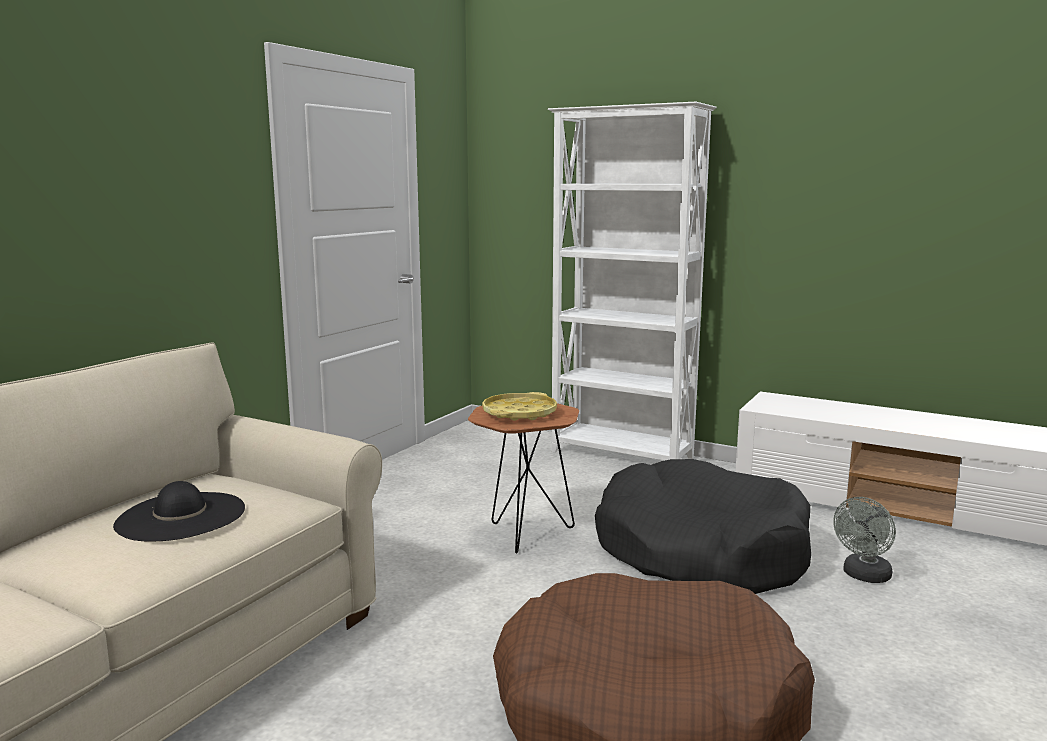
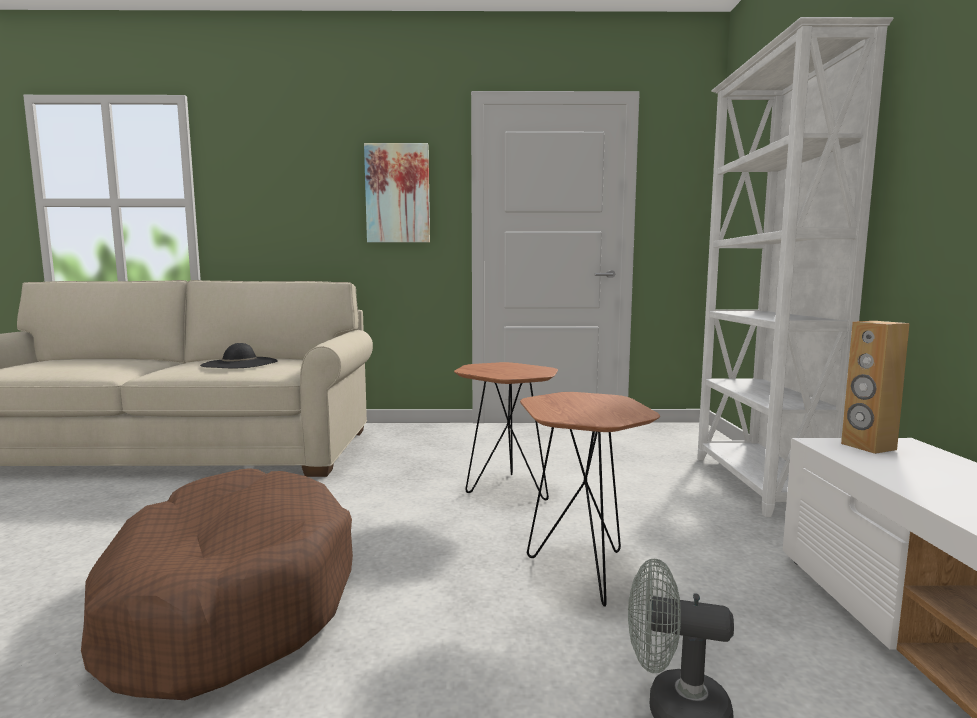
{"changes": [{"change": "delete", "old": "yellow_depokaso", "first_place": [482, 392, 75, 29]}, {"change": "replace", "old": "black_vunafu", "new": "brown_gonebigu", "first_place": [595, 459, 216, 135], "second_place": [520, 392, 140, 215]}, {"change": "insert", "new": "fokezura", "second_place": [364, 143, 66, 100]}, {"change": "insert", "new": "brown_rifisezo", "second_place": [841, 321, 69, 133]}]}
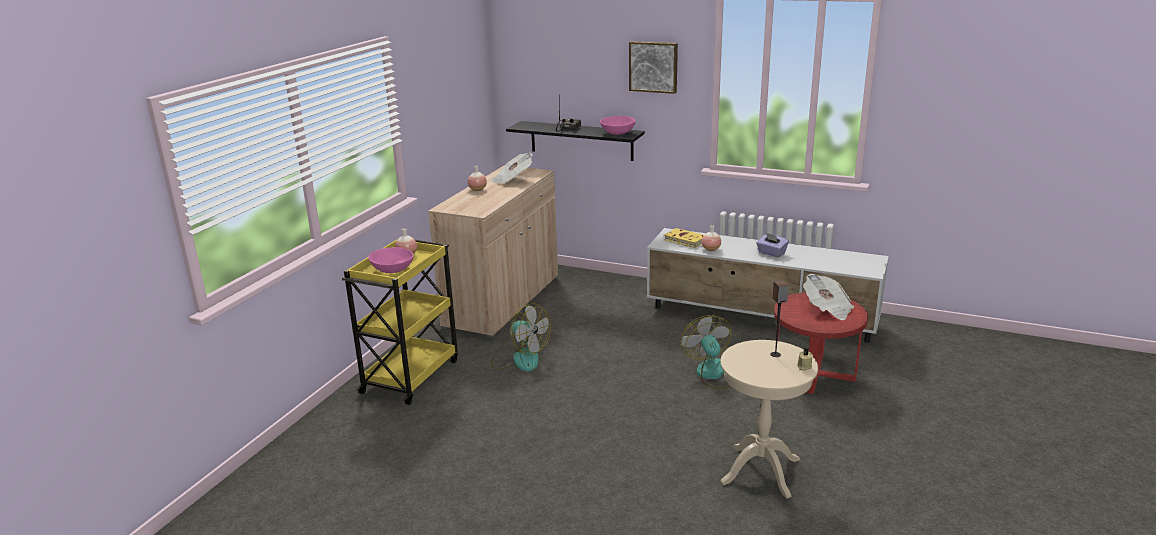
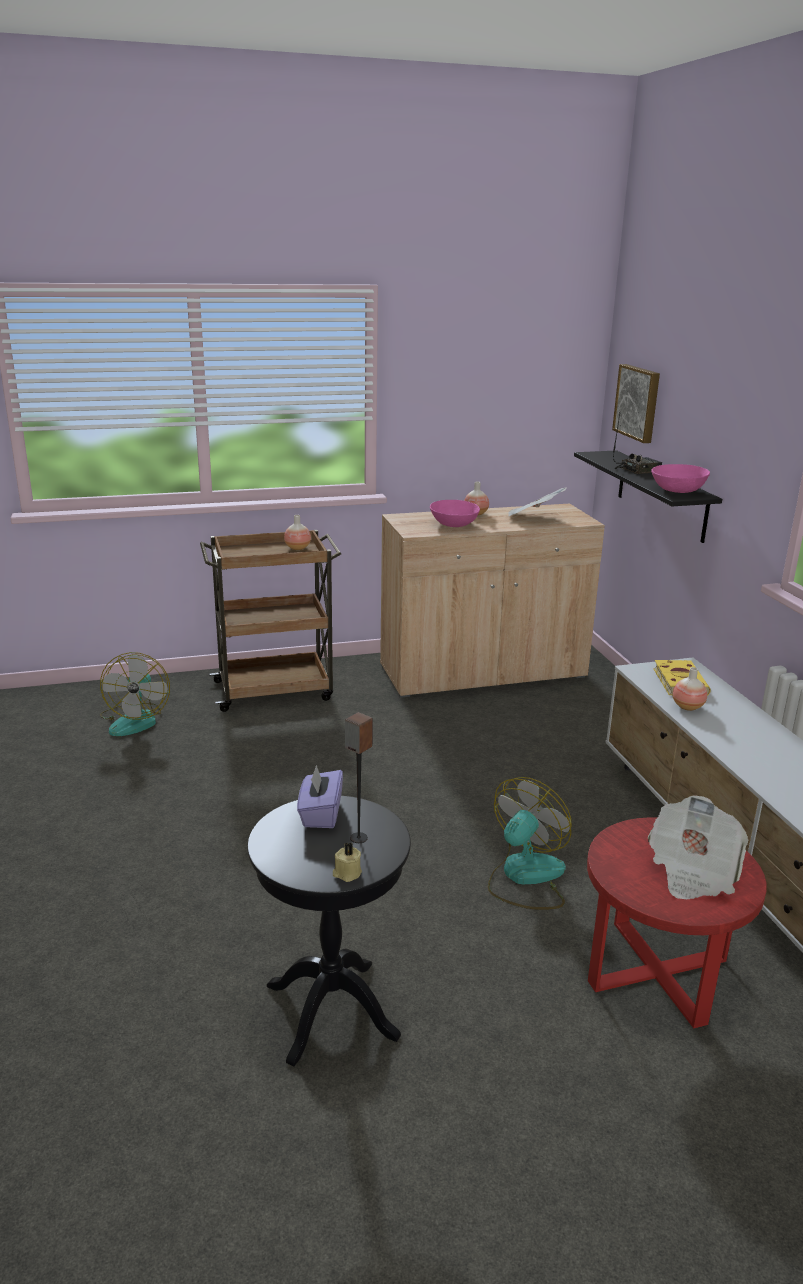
{"changes": [{"change": "move", "old": "fokezura", "first_place": [629, 41, 49, 53], "second_place": [612, 364, 48, 79]}, {"change": "move", "old": "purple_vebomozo", "first_place": [756, 233, 33, 24], "second_place": [297, 765, 46, 63]}, {"change": "recolor", "old": "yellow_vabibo", "new": "brown_vabibo", "first_place": [342, 238, 116, 167], "second_place": [200, 530, 141, 182]}, {"change": "move", "old": "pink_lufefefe", "first_place": [368, 247, 46, 26], "second_place": [430, 500, 50, 27]}, {"change": "move", "old": "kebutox", "first_place": [491, 303, 60, 68], "second_place": [100, 652, 70, 84]}, {"change": "recolor", "old": "beige_gonebigu", "new": "black_gonebigu", "first_place": [720, 340, 98, 159], "second_place": [247, 796, 164, 271]}]}
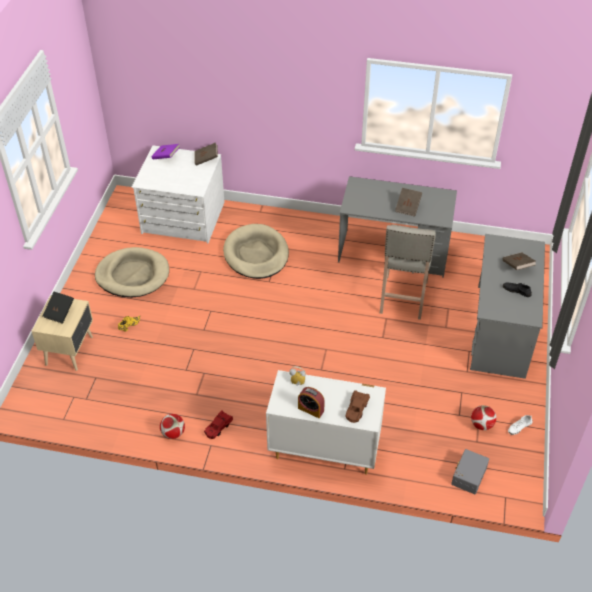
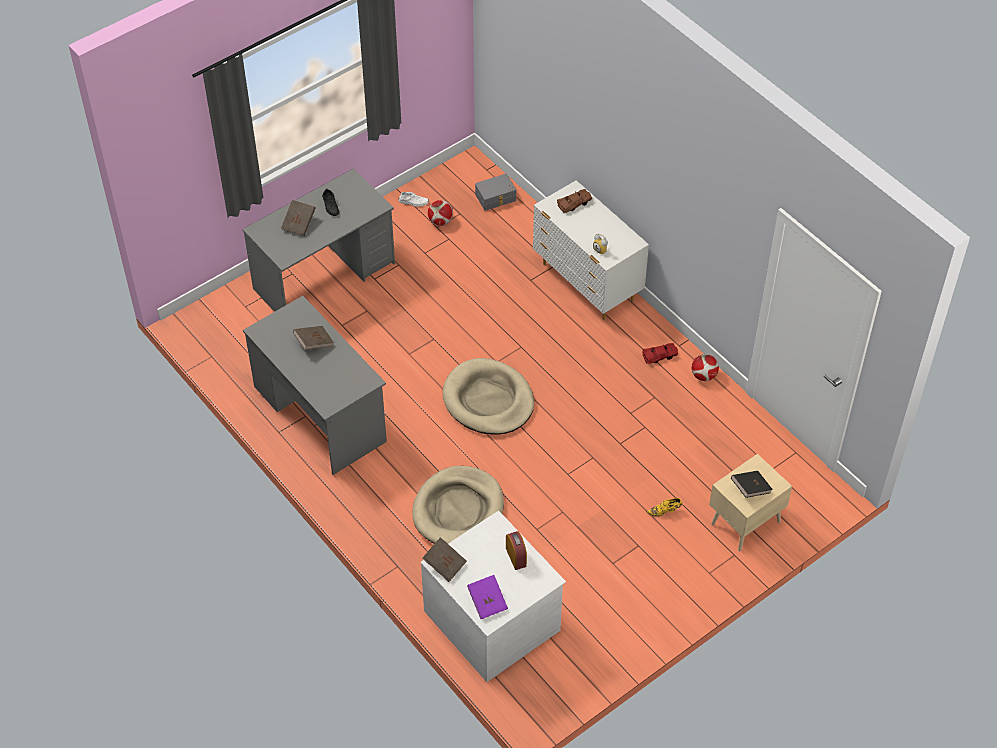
{"changes": [{"change": "delete", "old": "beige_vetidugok", "first_place": [380, 225, 56, 95]}, {"change": "move", "old": "beige_vunafu", "first_place": [95, 247, 74, 50], "second_place": [443, 358, 91, 76]}, {"change": "move", "old": "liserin", "first_place": [298, 387, 27, 31], "second_place": [506, 531, 21, 39]}]}
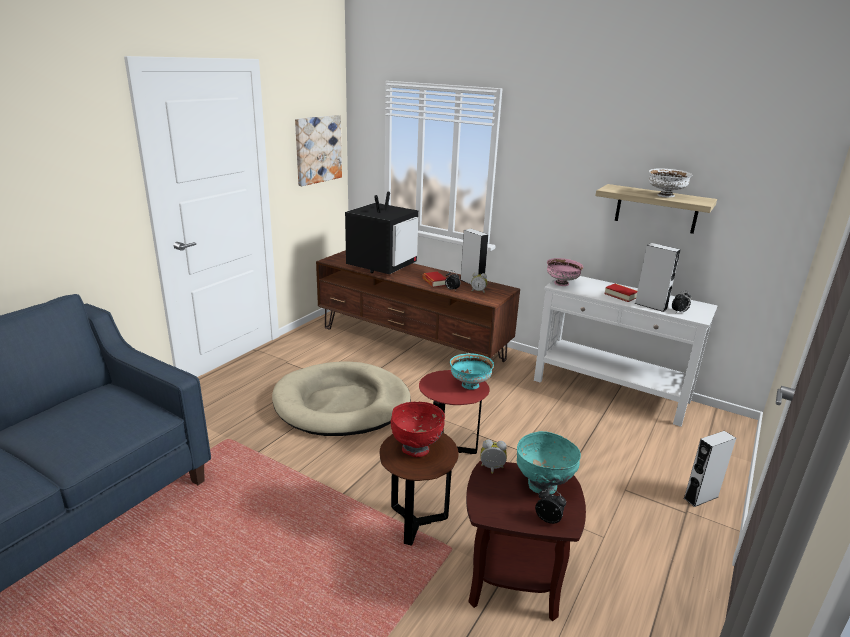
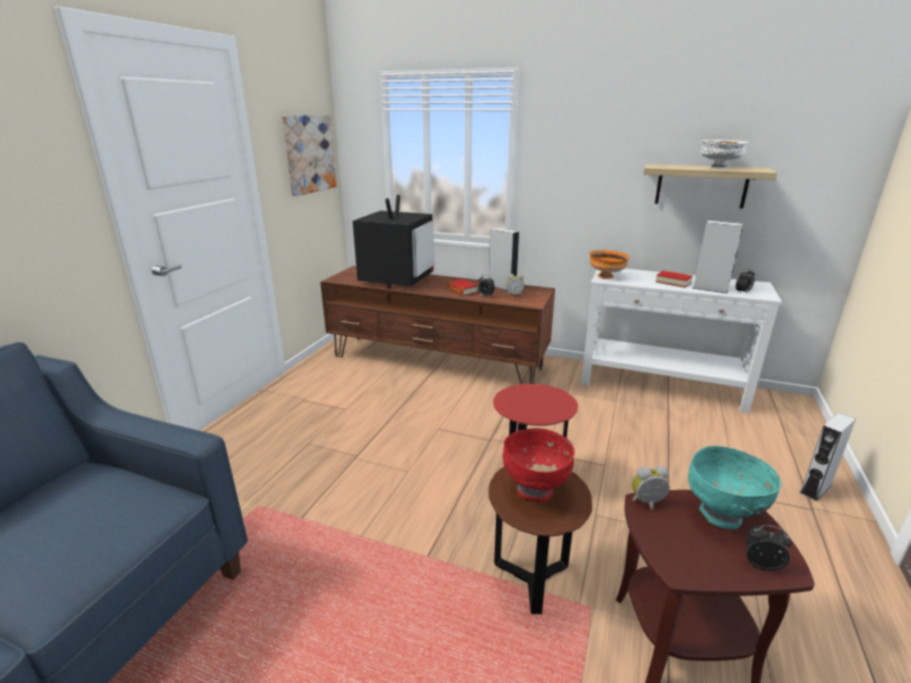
{"changes": [{"change": "recolor", "old": "pink_lufefefe", "new": "orange_lufefefe", "first_place": [547, 258, 37, 28], "second_place": [589, 250, 41, 29]}, {"change": "delete", "old": "turquoise_lufefefe", "first_place": [450, 353, 44, 37]}, {"change": "delete", "old": "beige_vunafu", "first_place": [272, 361, 139, 75]}]}
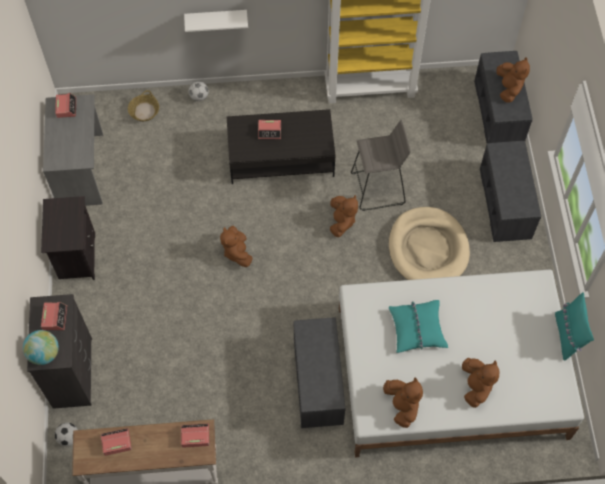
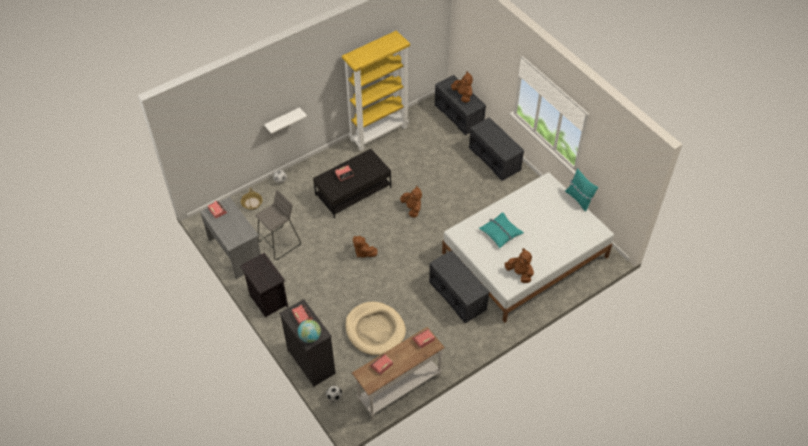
{"changes": [{"change": "move", "old": "grey_vetidugok", "first_place": [351, 120, 60, 91], "second_place": [255, 190, 46, 70]}, {"change": "move", "old": "beige_vunafu", "first_place": [389, 207, 81, 73], "second_place": [345, 302, 61, 54]}, {"change": "delete", "old": "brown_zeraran", "first_place": [462, 358, 37, 50]}]}
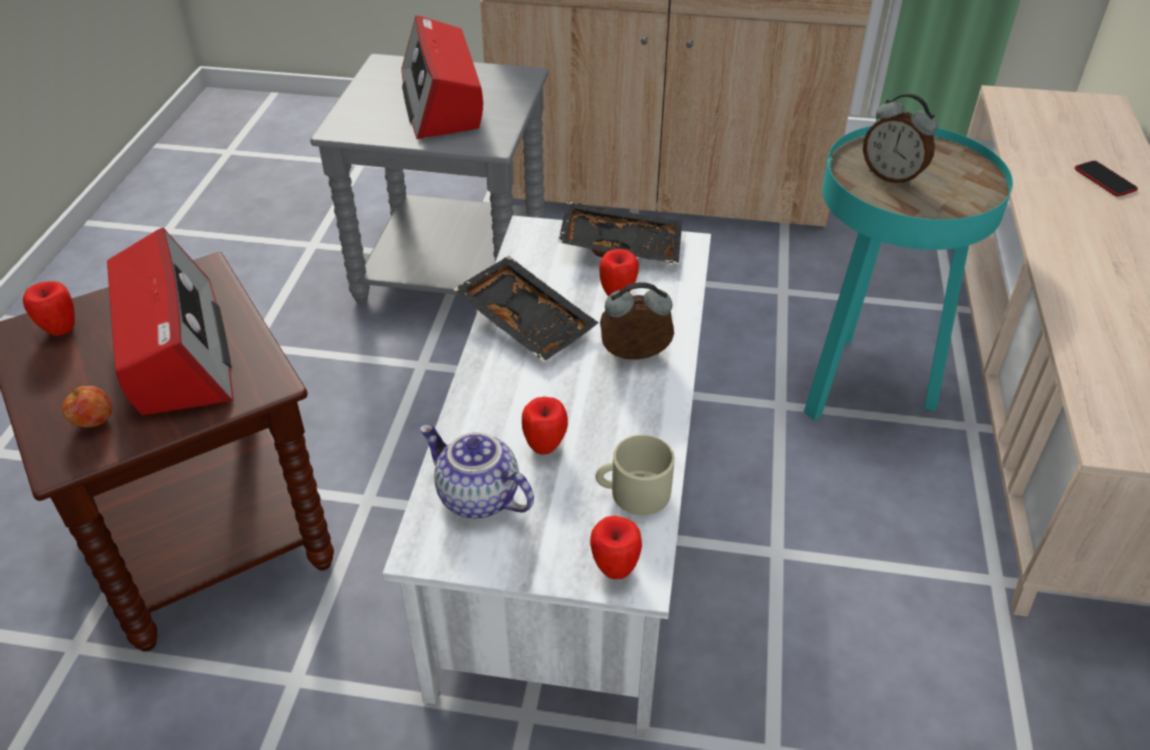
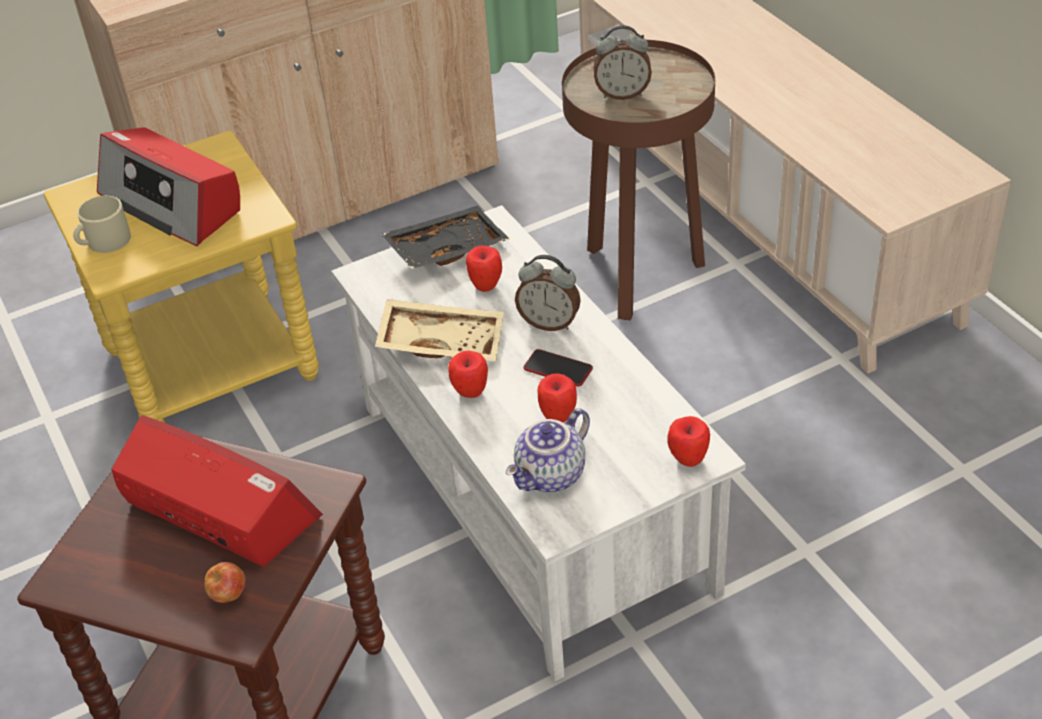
{"changes": [{"change": "recolor", "old": "grey_gonebigu", "new": "yellow_gonebigu", "first_place": [310, 54, 238, 249], "second_place": [44, 130, 275, 293]}, {"change": "recolor", "old": "turquoise_gonebigu", "new": "brown_gonebigu", "first_place": [804, 126, 209, 294], "second_place": [562, 40, 153, 280]}, {"change": "move", "old": "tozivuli", "first_place": [1075, 161, 63, 36], "second_place": [523, 349, 70, 37]}, {"change": "recolor", "old": "black_depokaso", "new": "beige_depokaso", "first_place": [453, 256, 146, 106], "second_place": [375, 299, 129, 62]}, {"change": "move", "old": "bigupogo", "first_place": [23, 281, 52, 55], "second_place": [448, 351, 40, 47]}, {"change": "rotate", "old": "liserin", "first_place": [600, 282, 74, 78], "second_place": [515, 255, 66, 76], "degrees": -120}, {"change": "rotate", "old": "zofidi", "first_place": [420, 424, 114, 94], "second_place": [506, 408, 84, 84], "degrees": -45}, {"change": "move", "old": "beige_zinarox", "first_place": [596, 435, 79, 80], "second_place": [73, 196, 58, 57]}]}
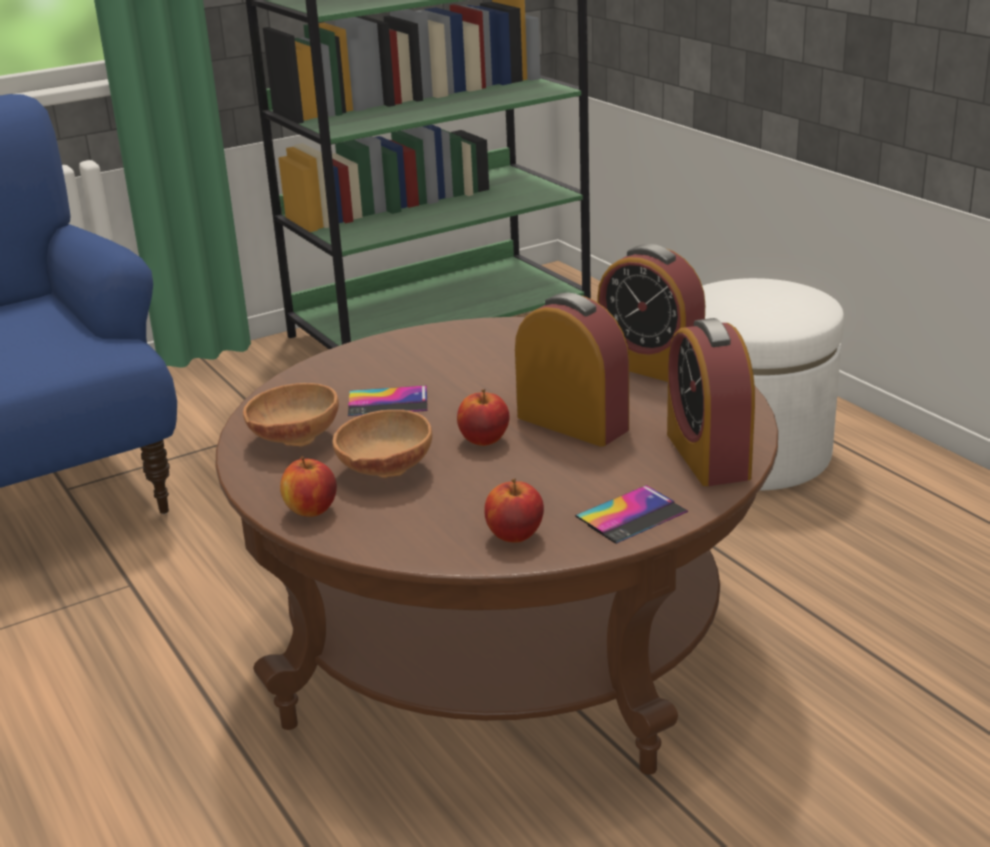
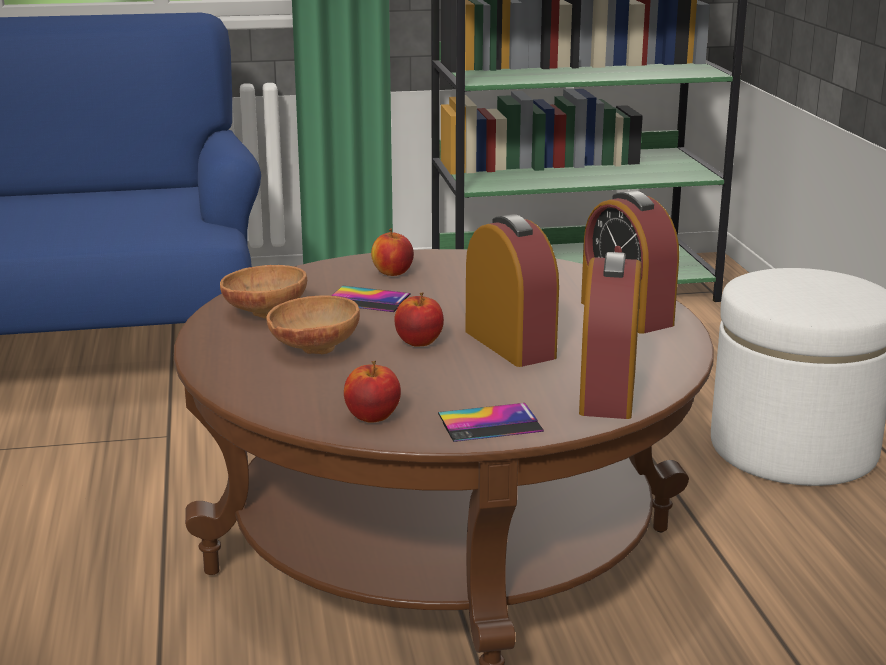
{"changes": [{"change": "move", "old": "bigupogo", "first_place": [280, 456, 57, 61], "second_place": [371, 228, 43, 48]}]}
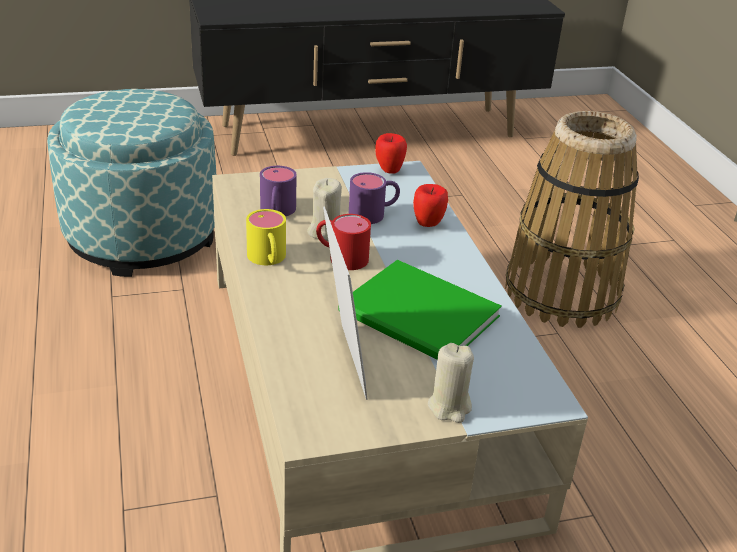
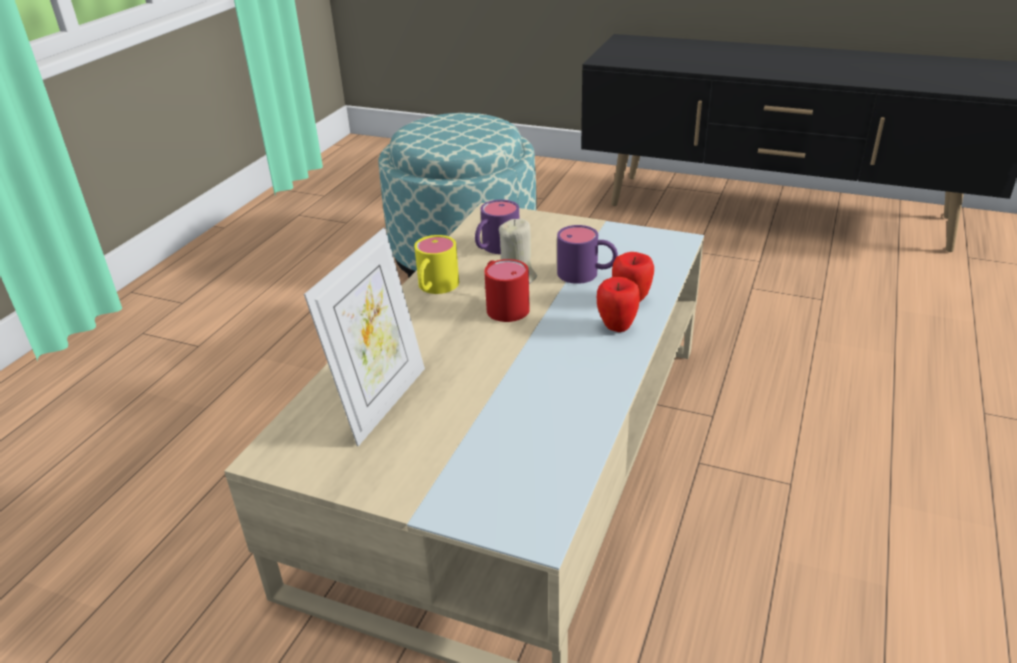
{"changes": [{"change": "delete", "old": "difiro", "first_place": [505, 111, 134, 217]}, {"change": "move", "old": "bigupogo", "first_place": [375, 133, 32, 40], "second_place": [597, 277, 43, 55]}, {"change": "delete", "old": "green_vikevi", "first_place": [338, 260, 164, 100]}, {"change": "delete", "old": "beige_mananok", "first_place": [428, 343, 46, 80]}]}
